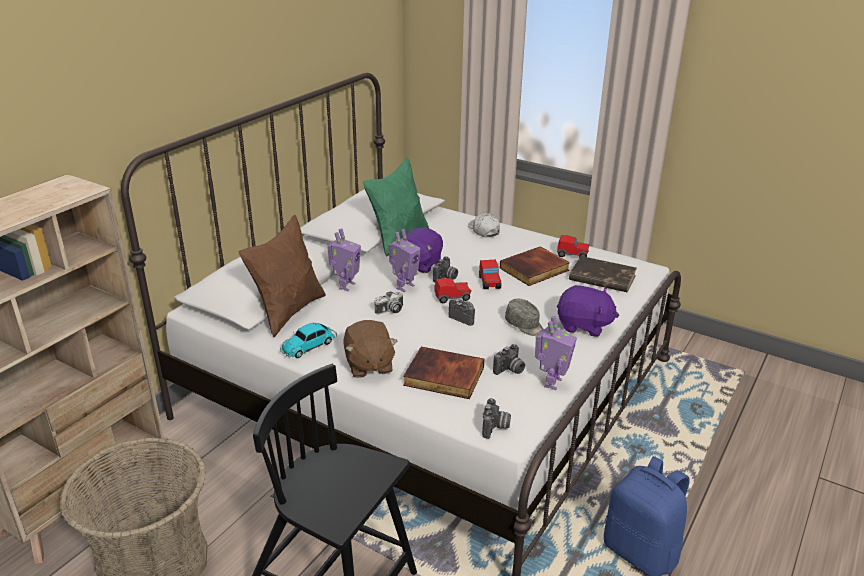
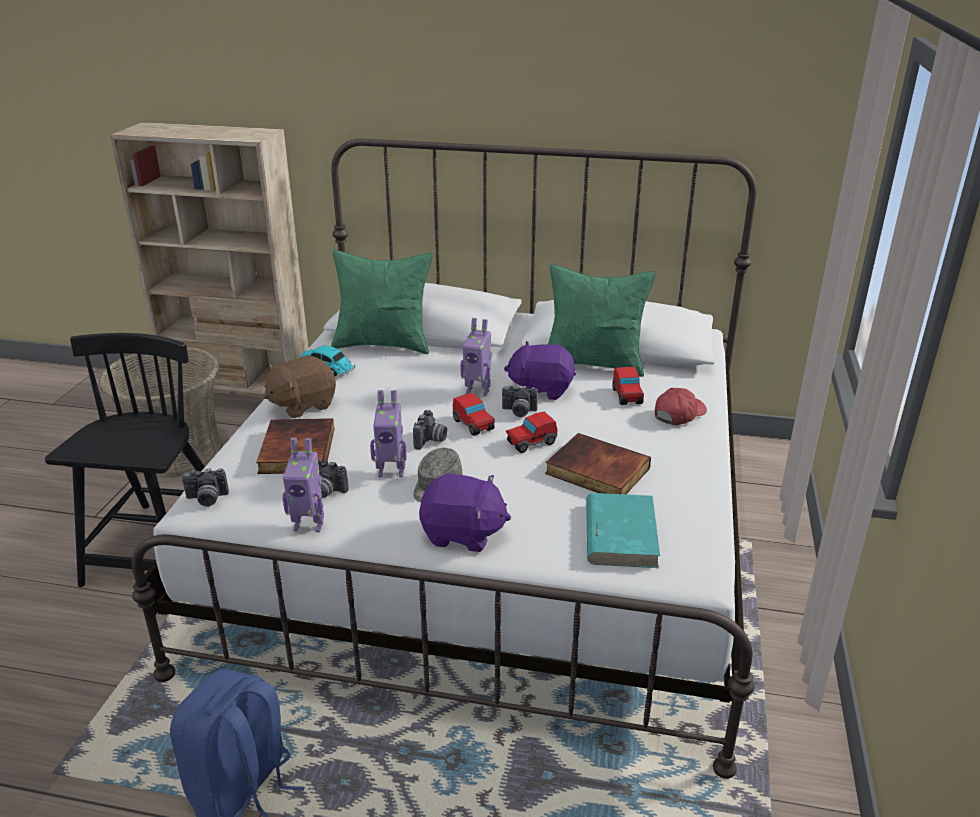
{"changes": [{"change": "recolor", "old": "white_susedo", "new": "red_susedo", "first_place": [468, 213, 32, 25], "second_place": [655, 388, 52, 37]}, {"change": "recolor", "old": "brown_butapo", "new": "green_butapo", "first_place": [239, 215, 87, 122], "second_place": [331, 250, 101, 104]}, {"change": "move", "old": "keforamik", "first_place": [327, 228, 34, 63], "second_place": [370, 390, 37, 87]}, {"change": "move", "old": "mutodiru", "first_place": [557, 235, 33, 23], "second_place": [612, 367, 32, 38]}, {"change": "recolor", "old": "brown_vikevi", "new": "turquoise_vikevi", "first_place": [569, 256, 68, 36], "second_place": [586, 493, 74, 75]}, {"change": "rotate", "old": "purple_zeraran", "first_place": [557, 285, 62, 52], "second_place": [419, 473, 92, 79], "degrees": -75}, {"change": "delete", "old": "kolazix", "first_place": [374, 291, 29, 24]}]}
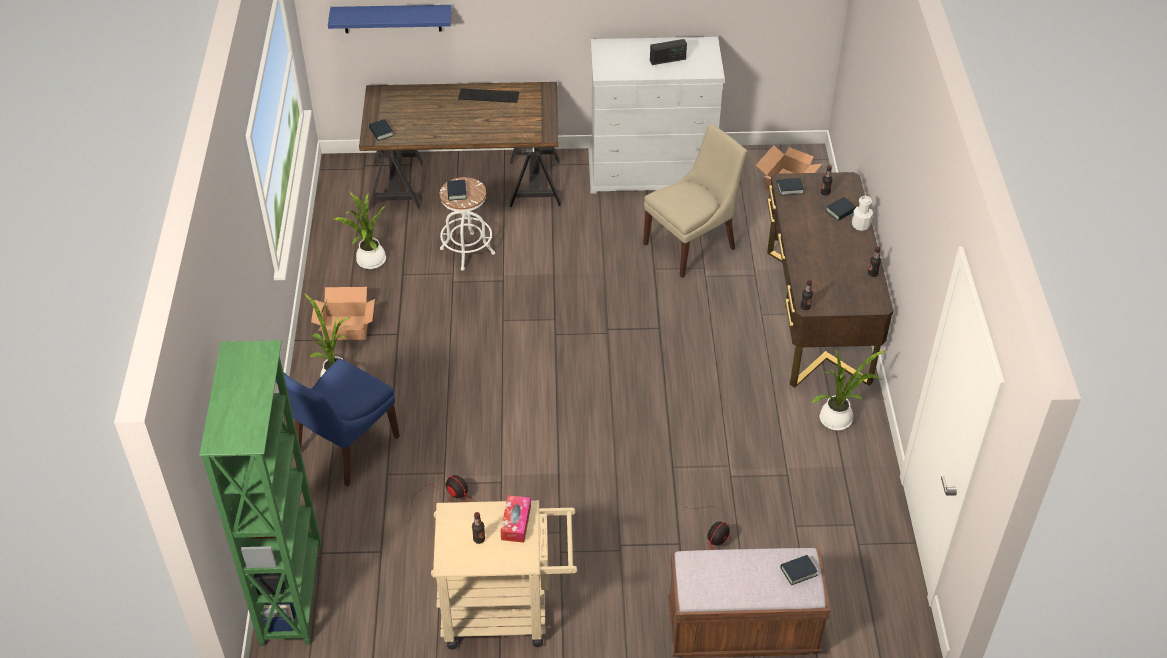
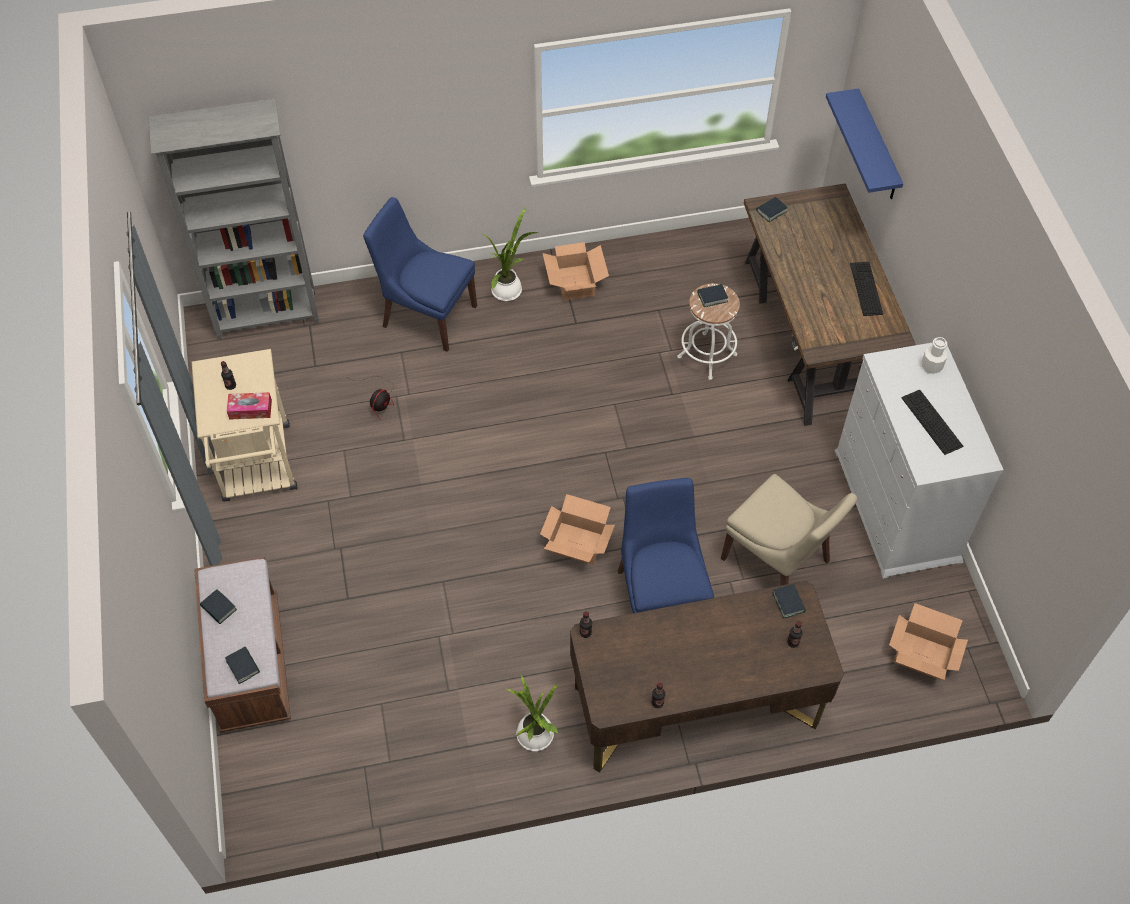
{"changes": [{"change": "replace", "old": "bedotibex", "new": "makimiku", "first_place": [650, 39, 37, 26], "second_place": [902, 390, 61, 65]}, {"change": "delete", "old": "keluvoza", "first_place": [333, 190, 53, 79]}, {"change": "move", "old": "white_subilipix", "first_place": [852, 196, 21, 35], "second_place": [922, 337, 25, 37]}, {"change": "move", "old": "vikevi", "first_place": [825, 197, 31, 24], "second_place": [200, 590, 37, 34]}, {"change": "recolor", "old": "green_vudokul", "new": "grey_vudokul", "first_place": [199, 340, 123, 306], "second_place": [148, 99, 172, 241]}, {"change": "delete", "old": "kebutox", "first_place": [683, 505, 48, 45]}, {"change": "insert", "new": "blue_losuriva", "second_place": [618, 478, 96, 135]}, {"change": "insert", "new": "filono", "second_place": [540, 494, 75, 71]}]}
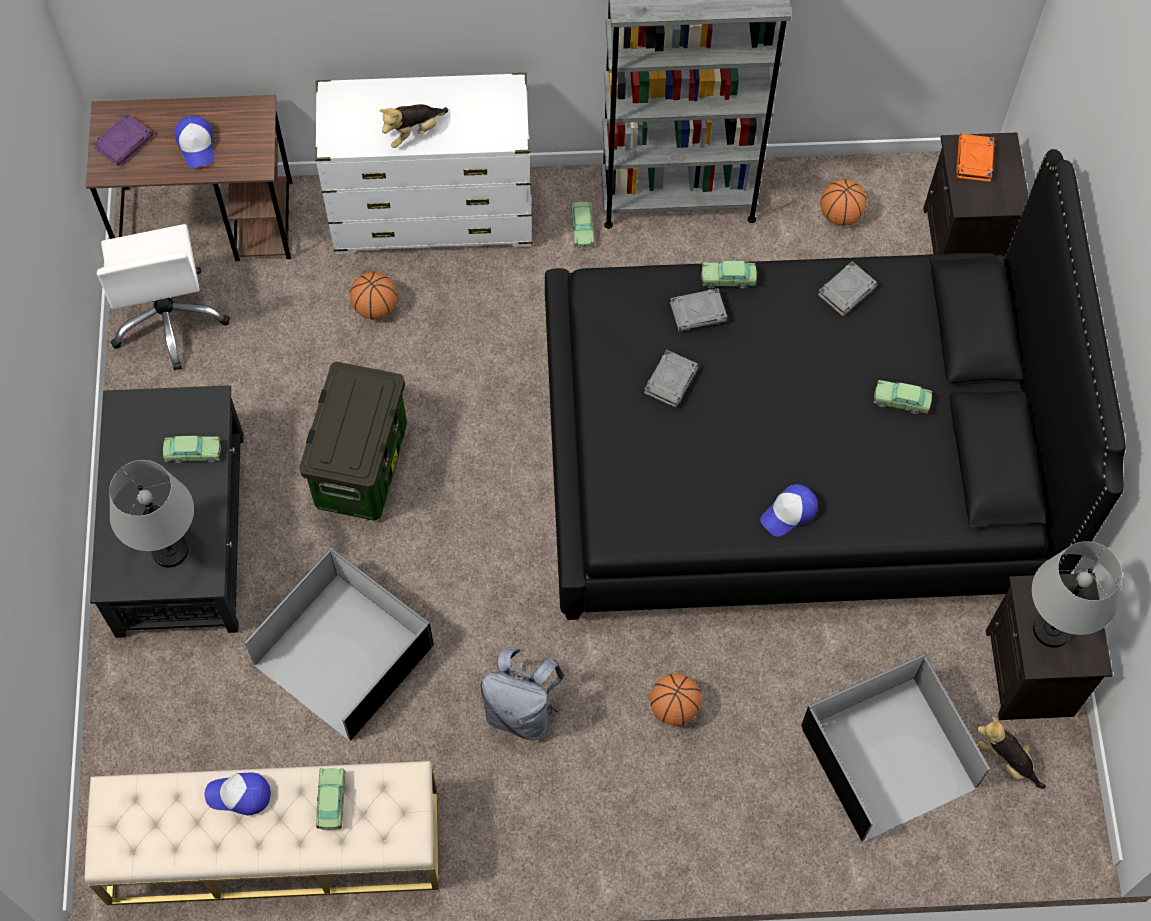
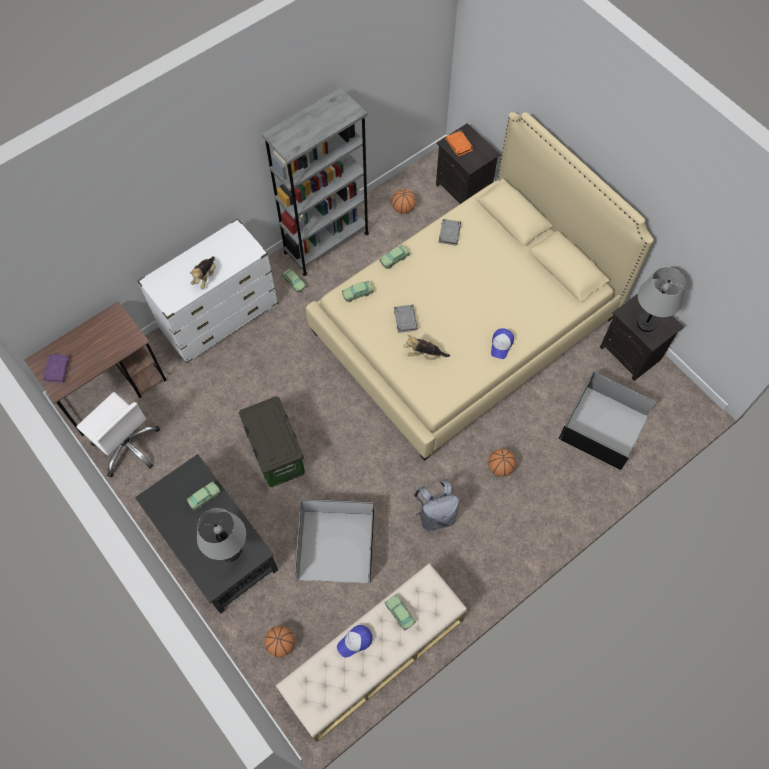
{"changes": [{"change": "delete", "old": "susedo", "first_place": [175, 116, 39, 52]}, {"change": "recolor", "old": "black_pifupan", "new": "beige_pifupan", "first_place": [545, 149, 581, 471], "second_place": [306, 112, 348, 349]}, {"change": "move", "old": "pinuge", "first_place": [350, 272, 47, 48], "second_place": [264, 626, 31, 31]}, {"change": "delete", "old": "grey_vikevi", "first_place": [670, 288, 57, 44]}, {"change": "move", "old": "mutodiru", "first_place": [874, 380, 59, 34], "second_place": [342, 281, 31, 21]}, {"change": "move", "old": "zeraran", "first_place": [977, 717, 69, 72], "second_place": [404, 335, 46, 25]}]}
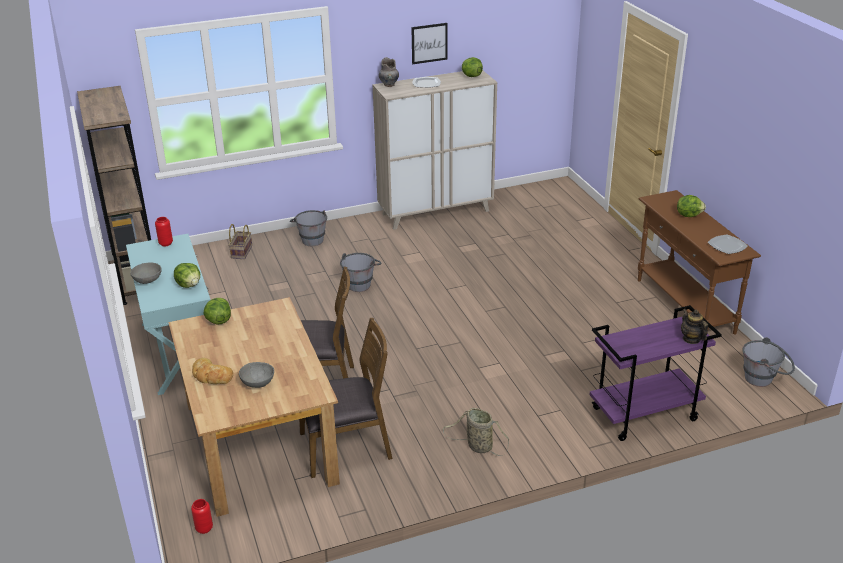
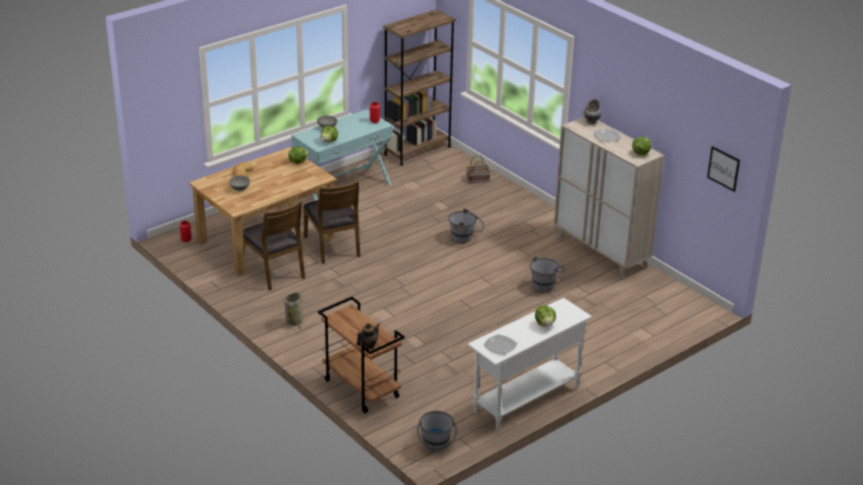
{"changes": [{"change": "move", "old": "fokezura", "first_place": [411, 23, 37, 41], "second_place": [707, 146, 33, 46]}, {"change": "recolor", "old": "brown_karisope", "new": "white_karisope", "first_place": [638, 190, 123, 145], "second_place": [467, 298, 125, 133]}, {"change": "move", "old": "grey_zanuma", "first_place": [290, 210, 37, 36], "second_place": [530, 257, 36, 35]}, {"change": "recolor", "old": "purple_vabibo", "new": "brown_vabibo", "first_place": [589, 305, 133, 136], "second_place": [318, 297, 87, 116]}]}
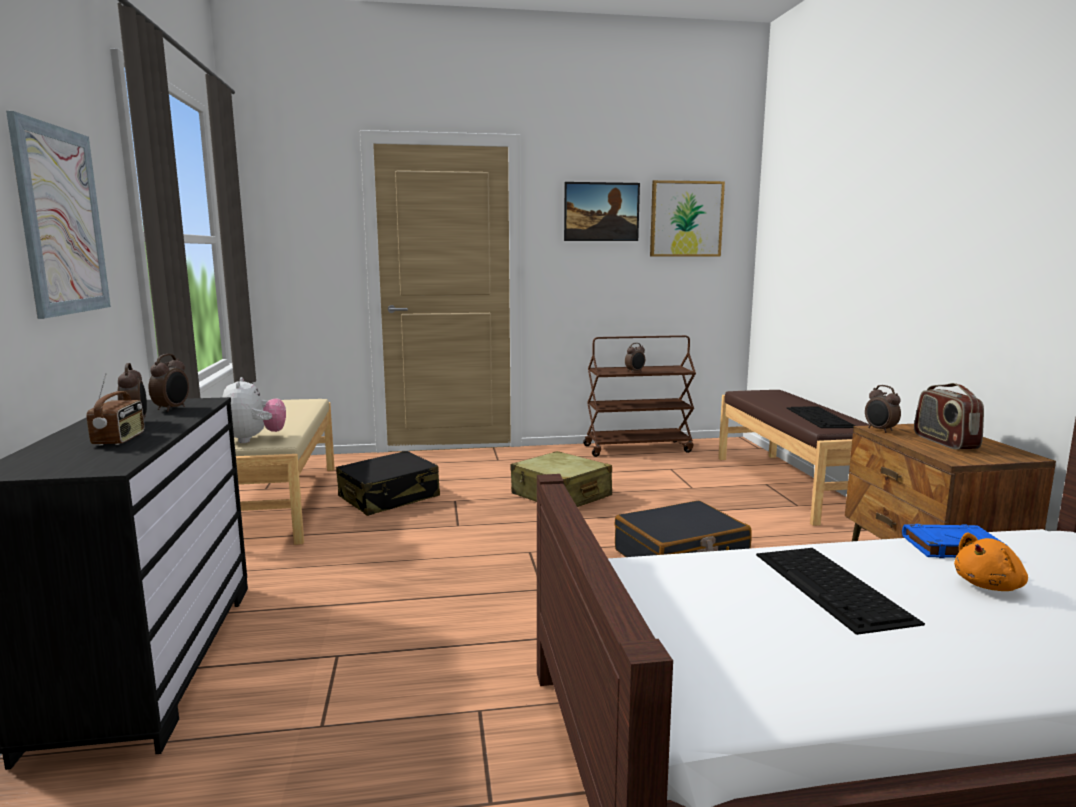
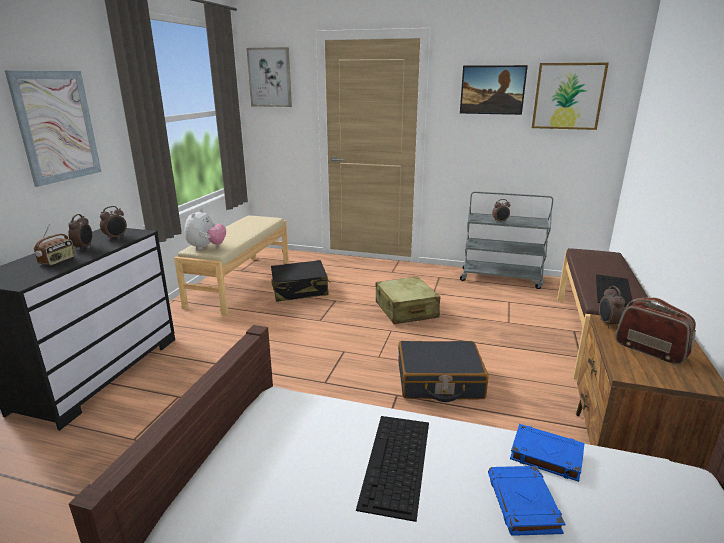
{"changes": [{"change": "recolor", "old": "brown_vabibo", "new": "grey_vabibo", "first_place": [583, 335, 113, 122], "second_place": [460, 191, 93, 98]}, {"change": "rotate", "old": "bedotibex", "first_place": [914, 383, 70, 67], "second_place": [616, 297, 80, 67], "degrees": 120}, {"change": "replace", "old": "orange_zeraran", "new": "blue_vikevi", "first_place": [954, 533, 74, 58], "second_place": [488, 466, 78, 70]}, {"change": "insert", "new": "fokezura", "second_place": [247, 47, 45, 60]}]}
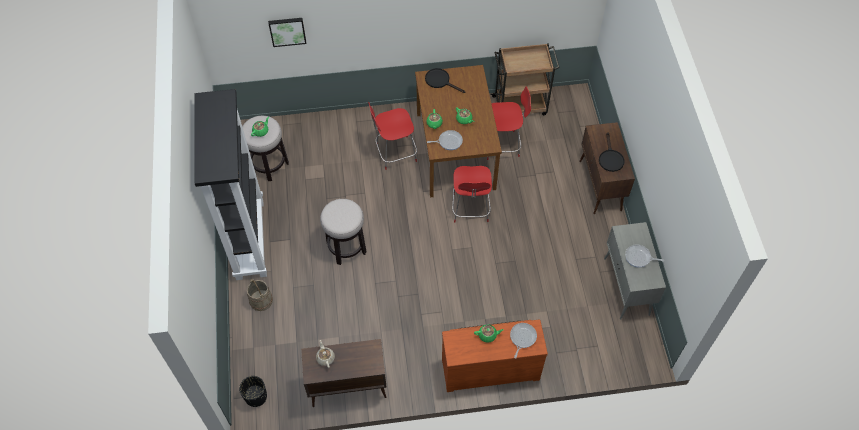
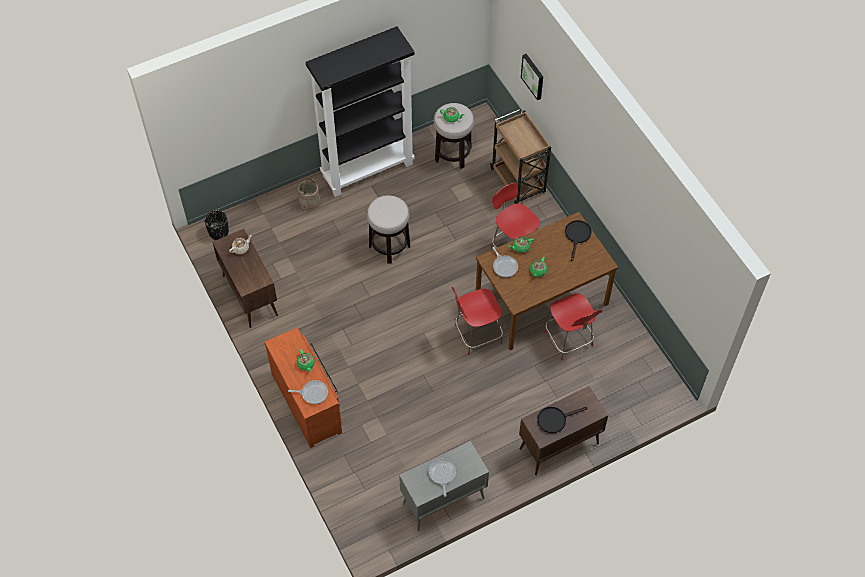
{"changes": [{"change": "move", "old": "brown_vabibo", "first_place": [490, 43, 70, 72], "second_place": [490, 109, 62, 95]}]}
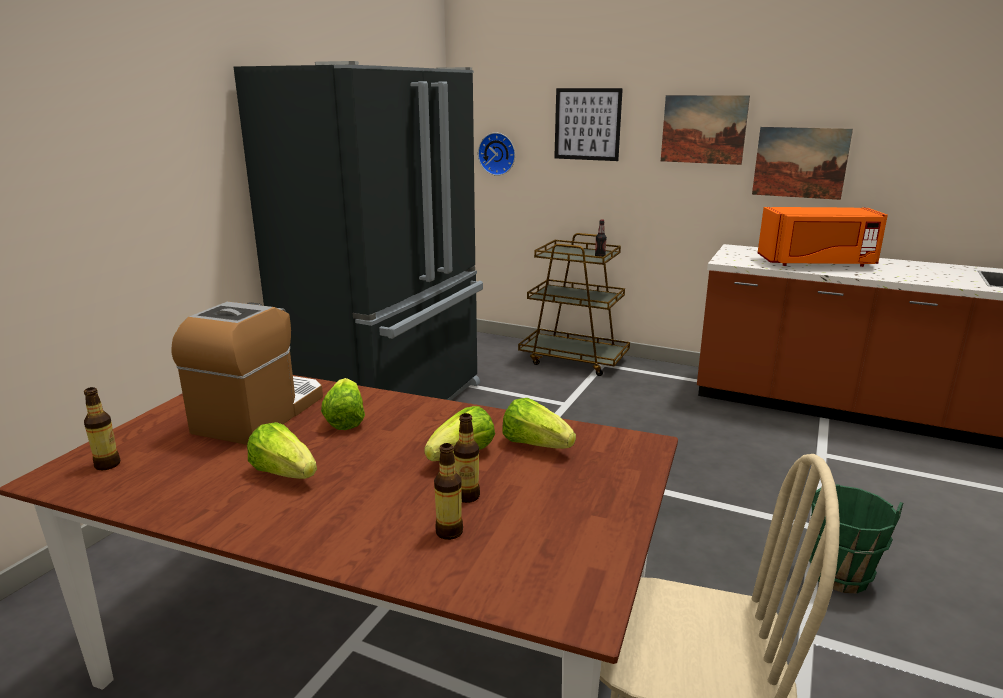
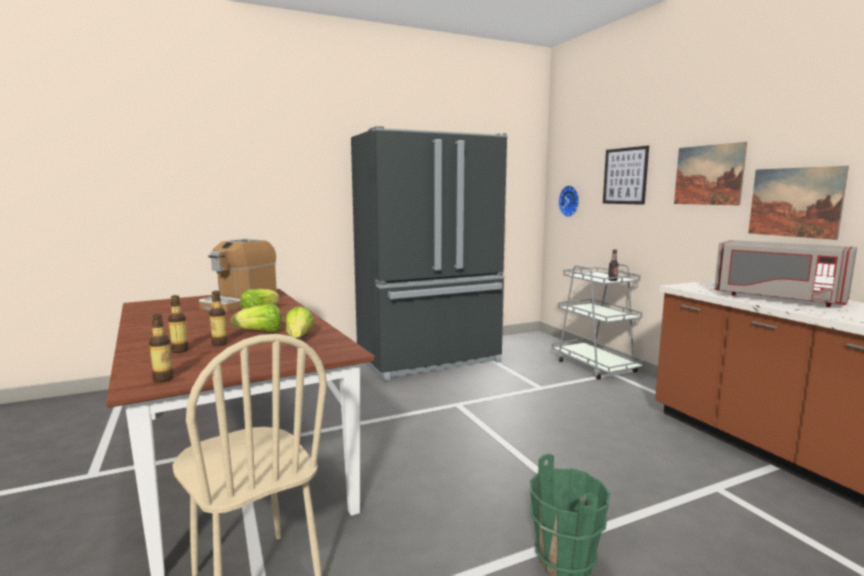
{"changes": [{"change": "recolor", "old": "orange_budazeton", "new": "grey_budazeton", "first_place": [758, 207, 130, 60], "second_place": [714, 240, 143, 67]}, {"change": "recolor", "old": "brown_vabibo", "new": "grey_vabibo", "first_place": [518, 233, 112, 143], "second_place": [552, 264, 93, 116]}, {"change": "rotate", "old": "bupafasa", "first_place": [171, 302, 152, 143], "second_place": [199, 239, 78, 73], "degrees": 150}, {"change": "move", "old": "subilipix", "first_place": [84, 387, 36, 83], "second_place": [149, 314, 25, 68]}, {"change": "delete", "old": "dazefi", "first_place": [247, 422, 70, 57]}]}
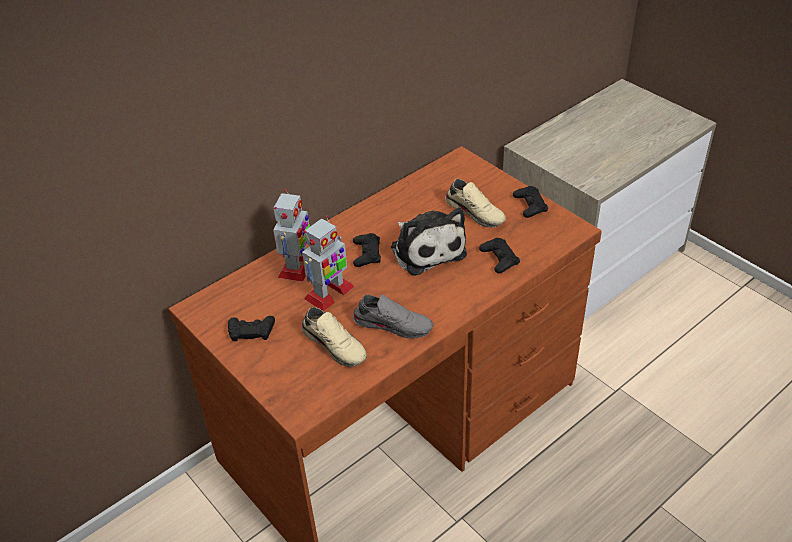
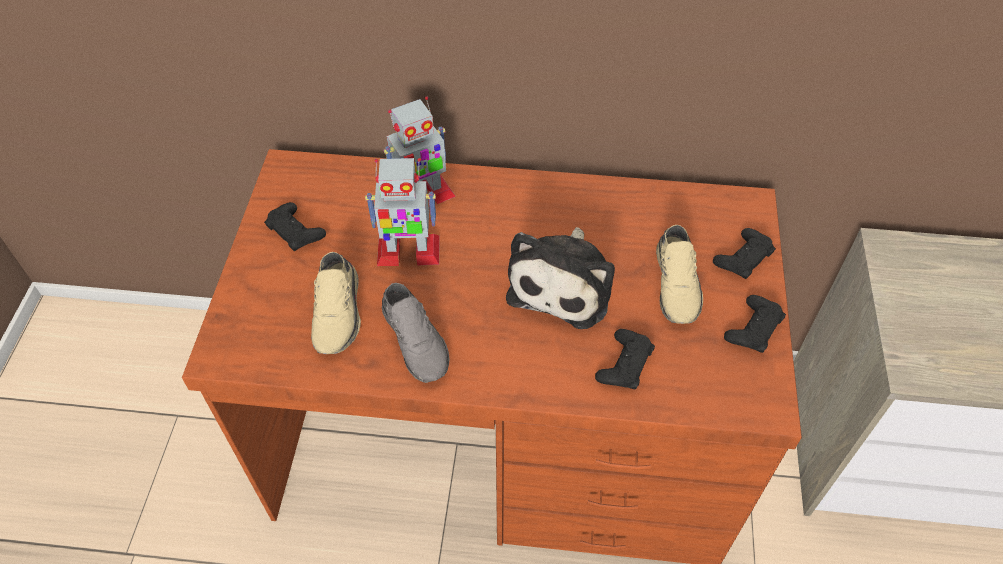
{"changes": [{"change": "move", "old": "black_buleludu", "first_place": [353, 233, 28, 34], "second_place": [713, 228, 63, 51]}]}
